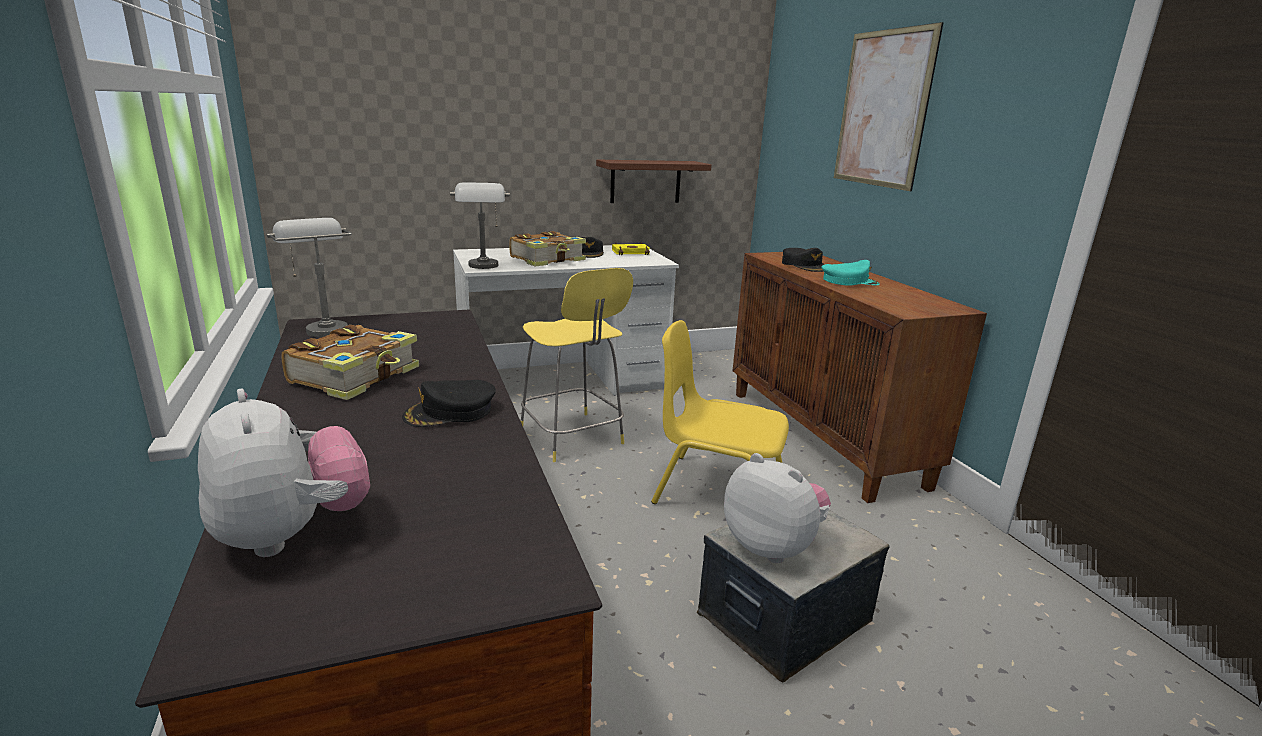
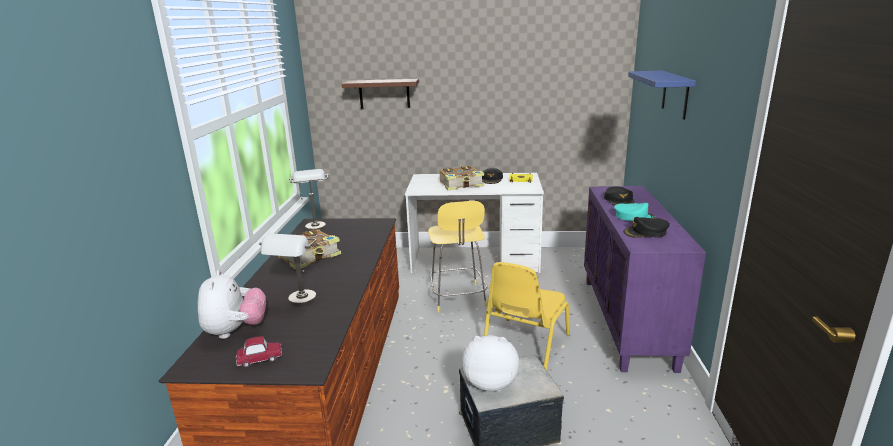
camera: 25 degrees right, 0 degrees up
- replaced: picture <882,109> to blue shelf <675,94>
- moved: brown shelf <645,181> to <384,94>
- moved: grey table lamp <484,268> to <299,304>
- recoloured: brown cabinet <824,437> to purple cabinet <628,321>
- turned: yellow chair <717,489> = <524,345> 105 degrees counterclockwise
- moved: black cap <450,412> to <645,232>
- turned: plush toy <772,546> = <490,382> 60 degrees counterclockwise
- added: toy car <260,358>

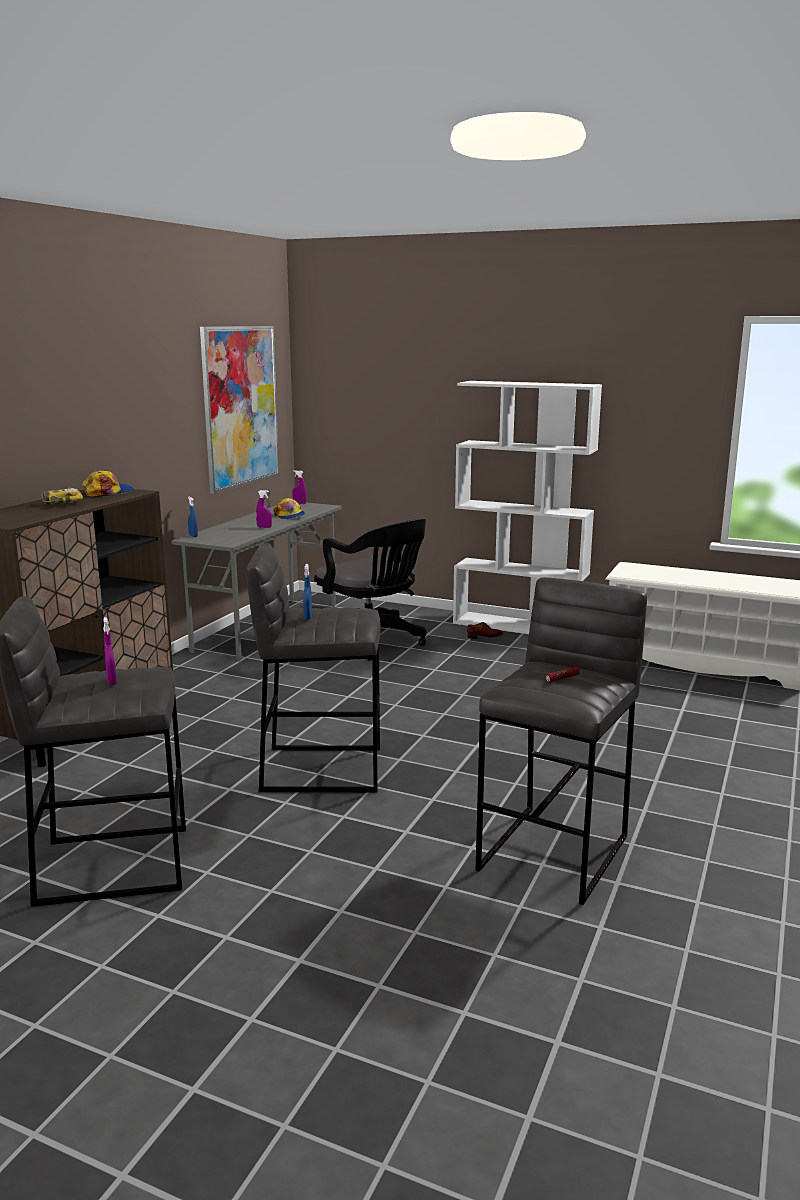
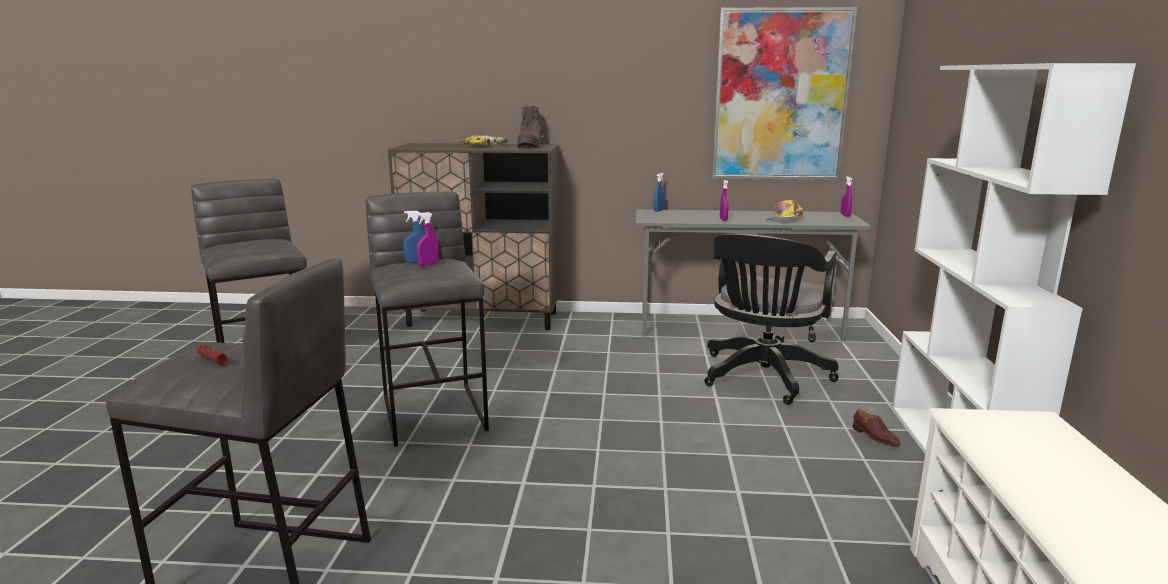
camera: 70 degrees right, 0 degrees up
- replaced: cap <108,492> to brown boot <530,146>
- moved: purple spray bottle <112,681> to <428,264>

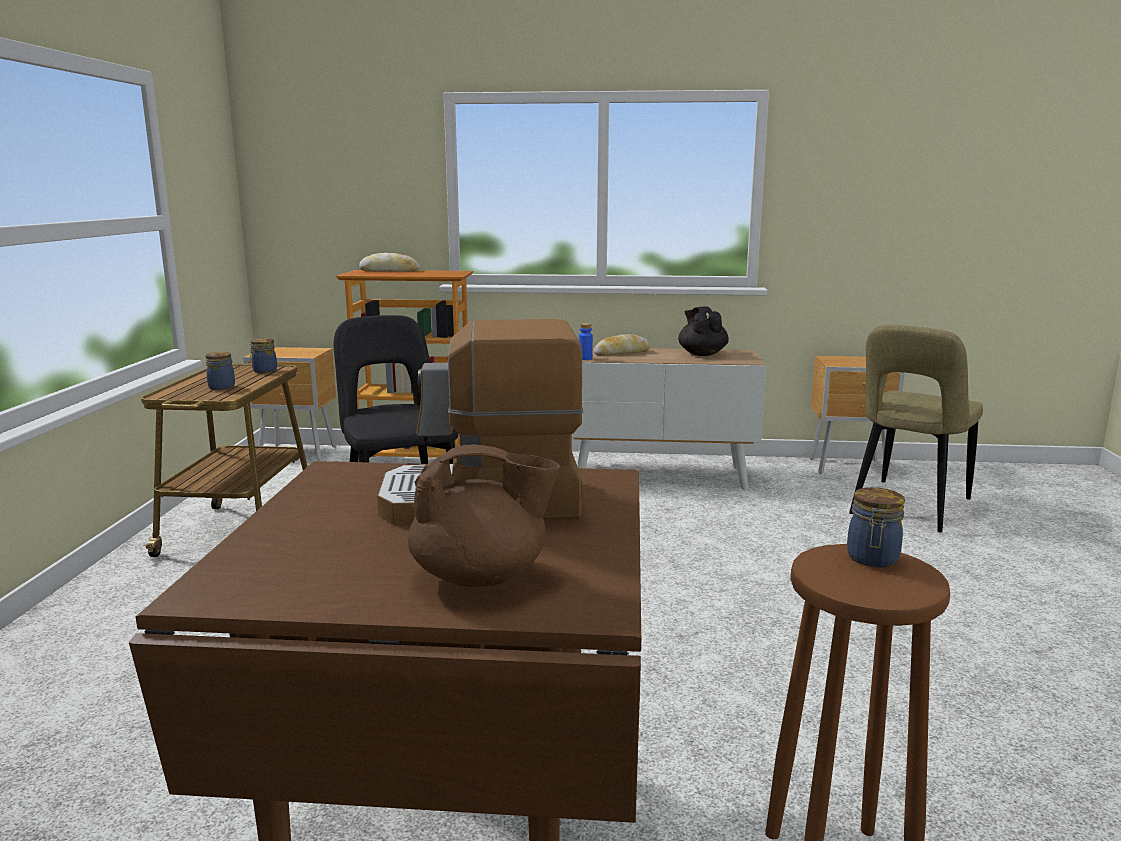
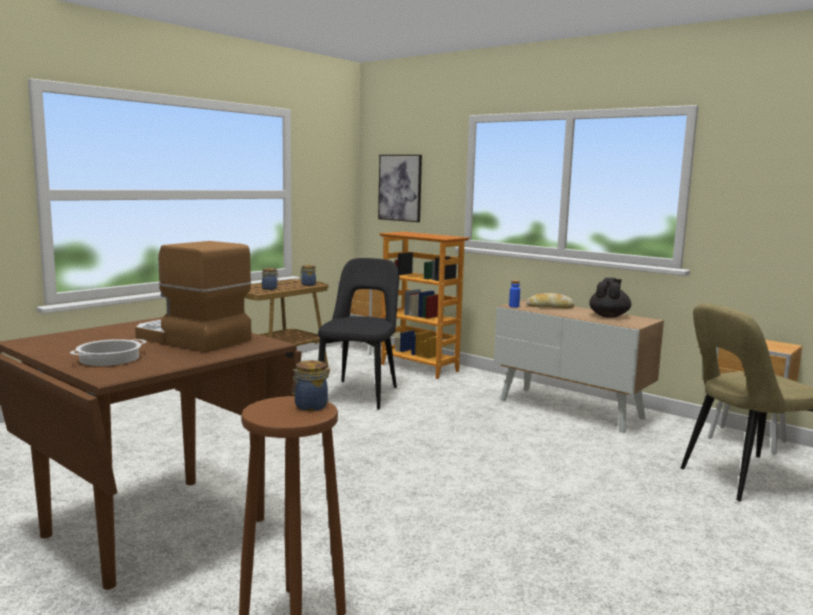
camera: 35 degrees right, 5 degrees down
- removed: bread <389,271>
- replaced: brown teapot <482,576> to cooking pot <109,359>
- added: picture <400,188>

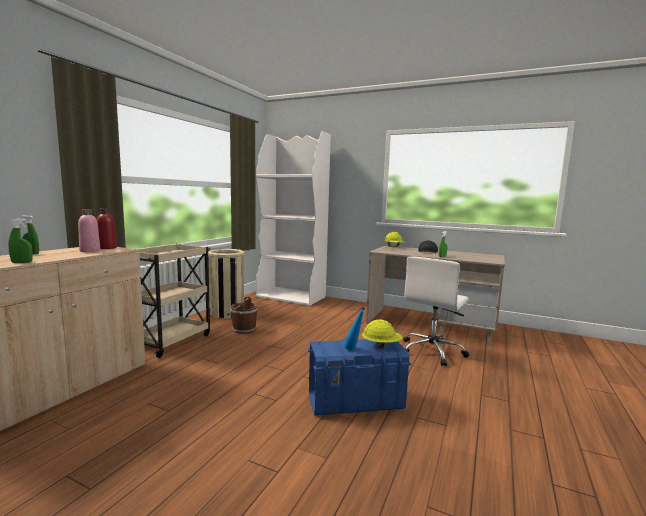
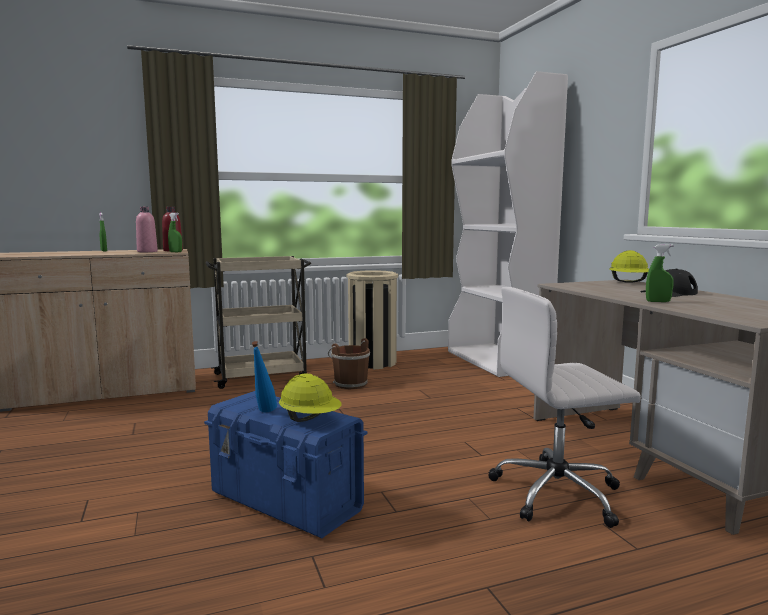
camera: 45 degrees right, 0 degrees up
- moved: green spray bottle <22,262> to <175,252>

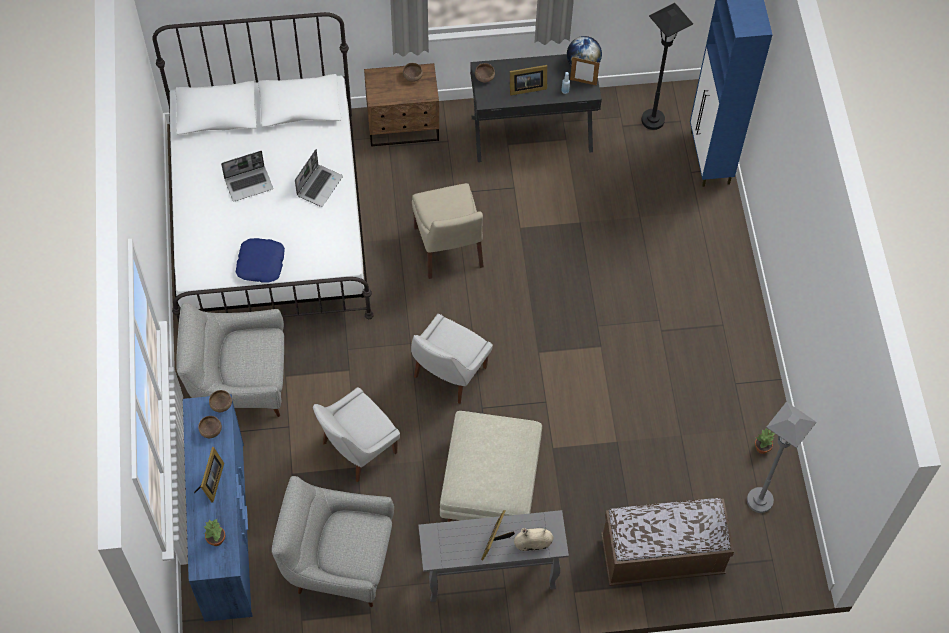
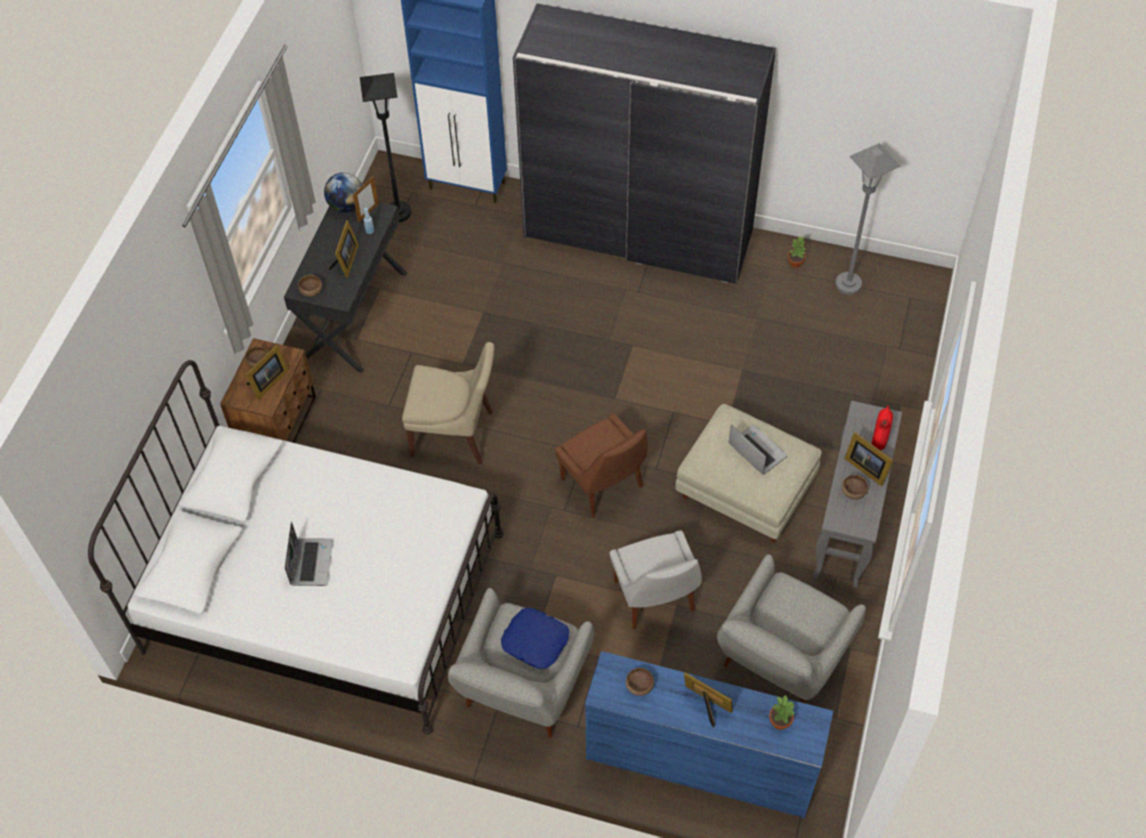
camera: 65 degrees left, 5 degrees down
- moved: laptop <319,185> to <756,450>
- moved: blue pillow <261,263> to <535,641>
- recoloured: white chair <448,374> to brown chair <603,485>
- moved: brown bowl <221,404> to <853,492>
- removed: brown bench <662,556>
- recoloured: beige vase <533,544> to red vase <880,436>
- added: grey wardrobe <638,234>
- added: picture frame <267,383>

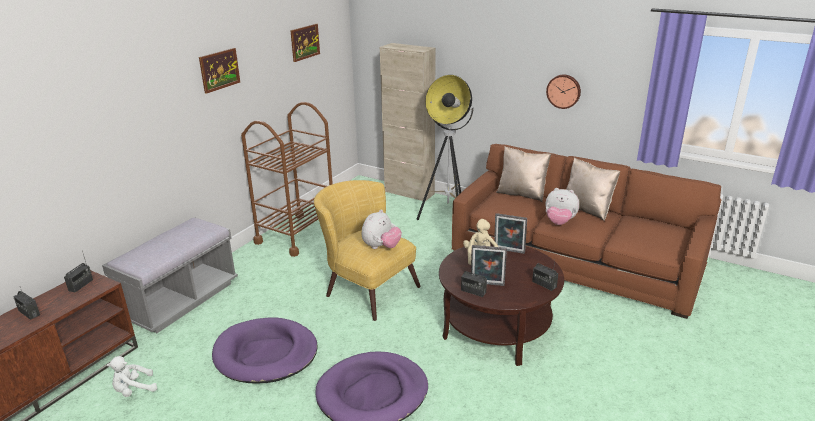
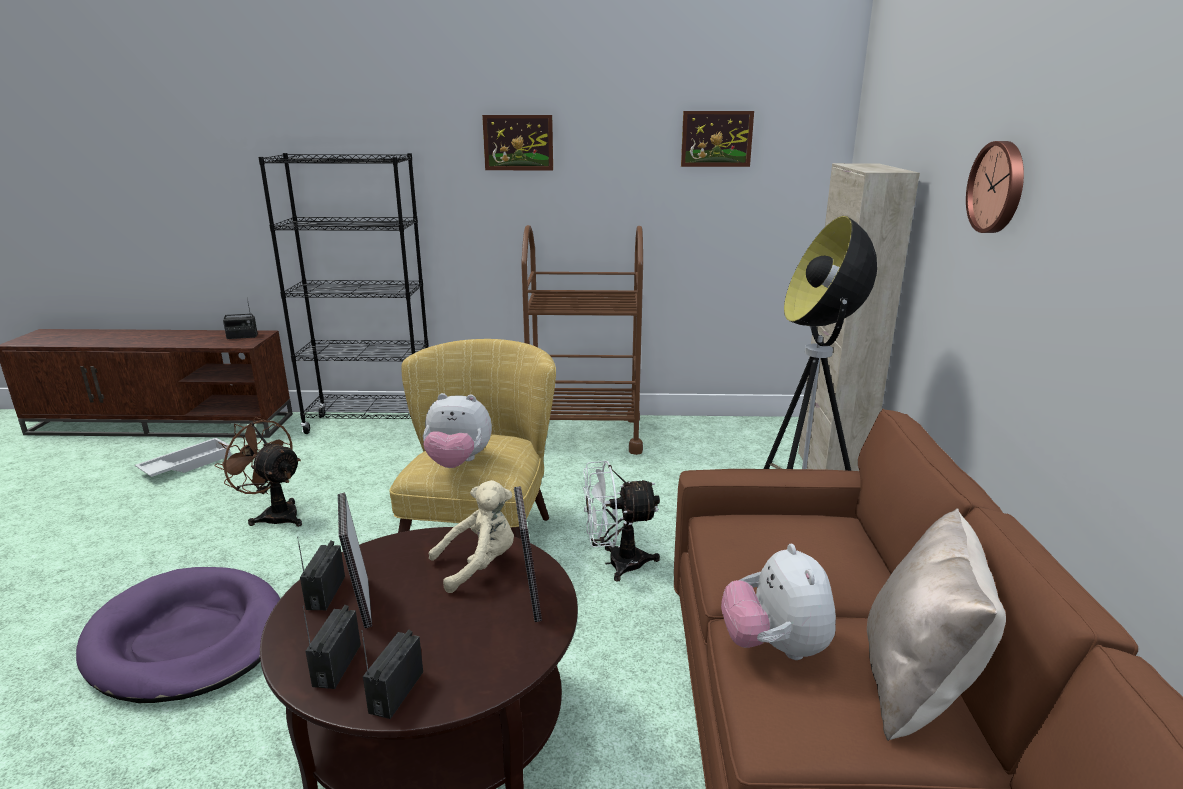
camera: 60 degrees right, 5 degrees down
- moved: wall clock <564,91> to <998,187>
- removed: beige pillow <521,194>
- replaced: grey bench <181,301> to black bookcase <371,425>
- moved: radio <29,313> to <336,665>
- replaced: purple dog bed <265,354> to brown fan <274,514>
- replaced: white plush toy <134,390> to white tray <187,464>
- added: white fan <616,563>

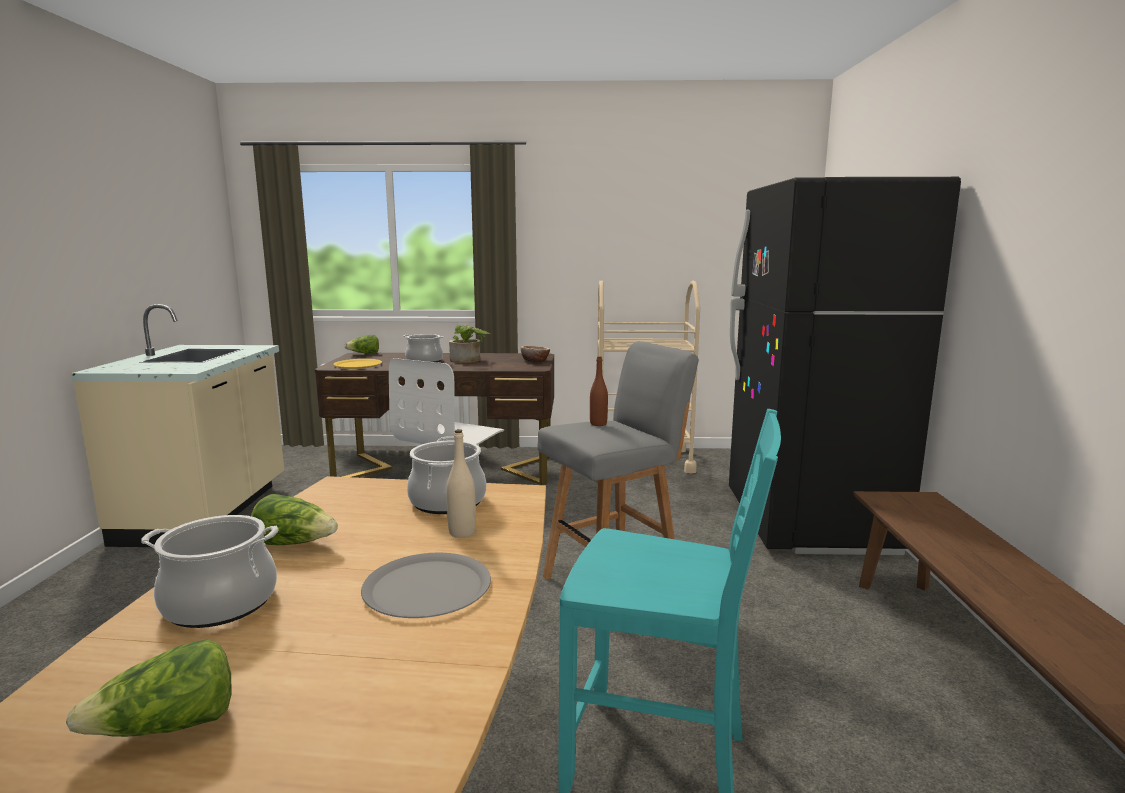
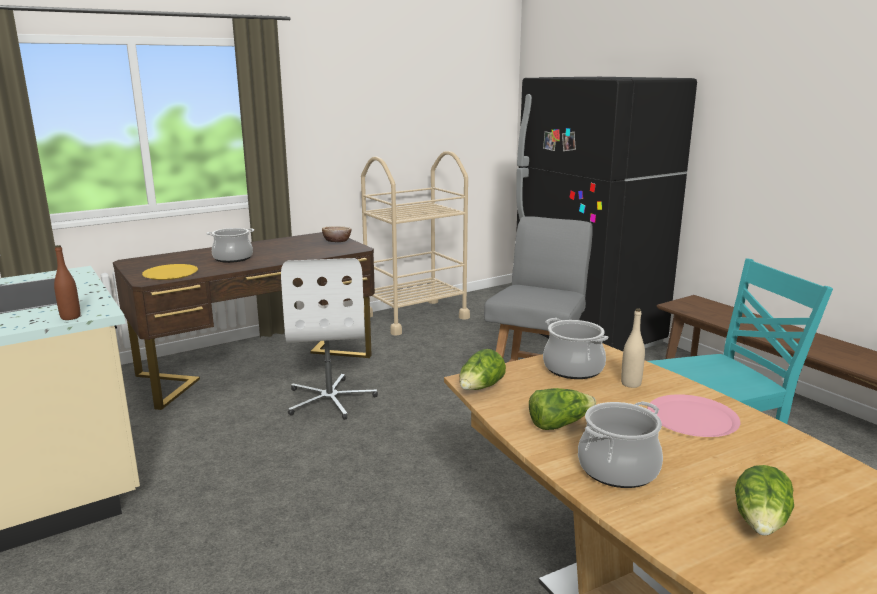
camera: 35 degrees left, 5 degrees up
- removed: potted plant <468,360>
- moved: lettuce <364,354> to <480,388>
- moved: brown bottle <598,424> to <70,317>
- recoloured: grey plate <427,587> to pink plate <692,418>

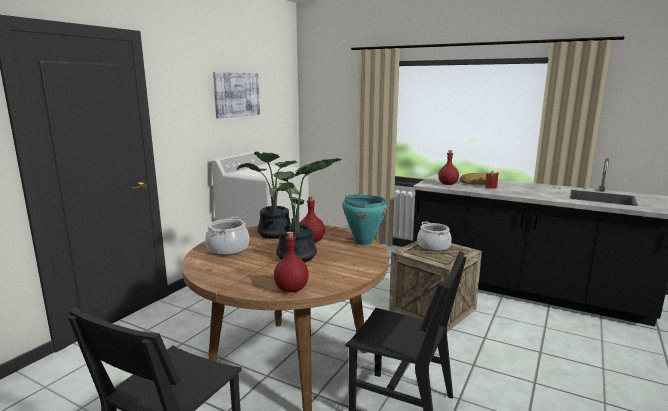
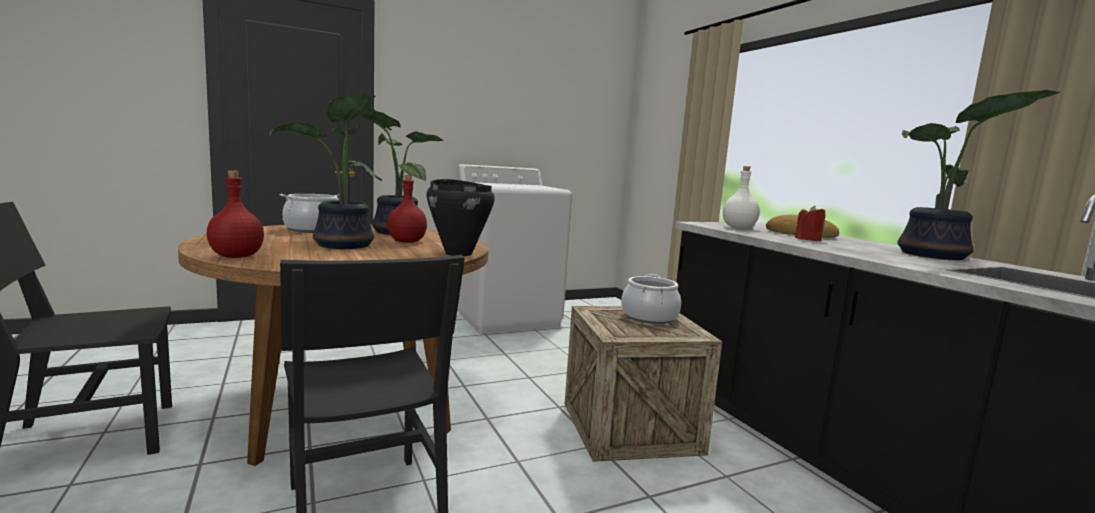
camera: 35 degrees right, 5 degrees down
- removed: picture <236,94>
- recoloured: red bottle <448,184> to white bottle <738,228>
- recoloured: turquoise cooking pot <363,242> to black cooking pot <459,253>
- added: potted plant <934,256>

